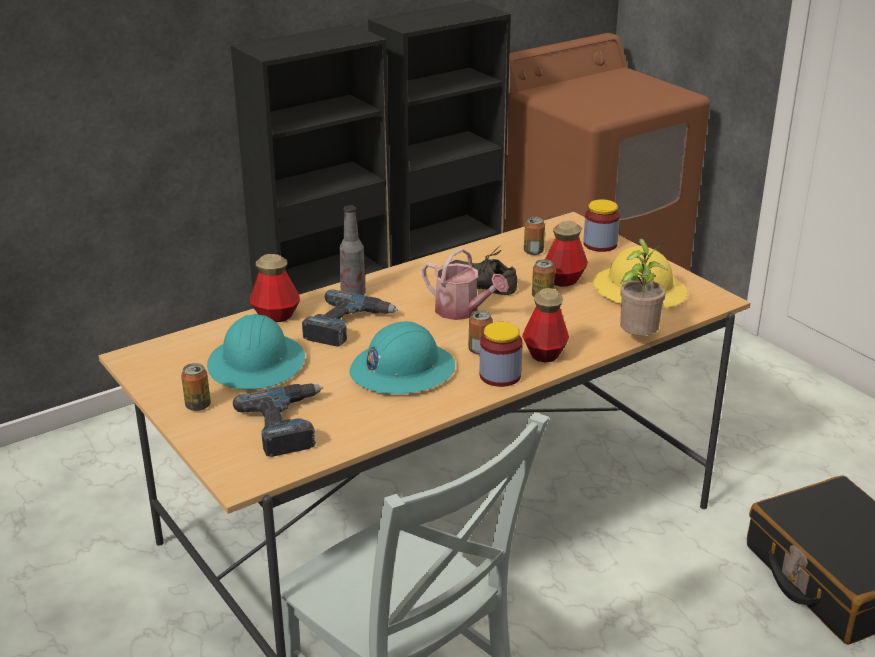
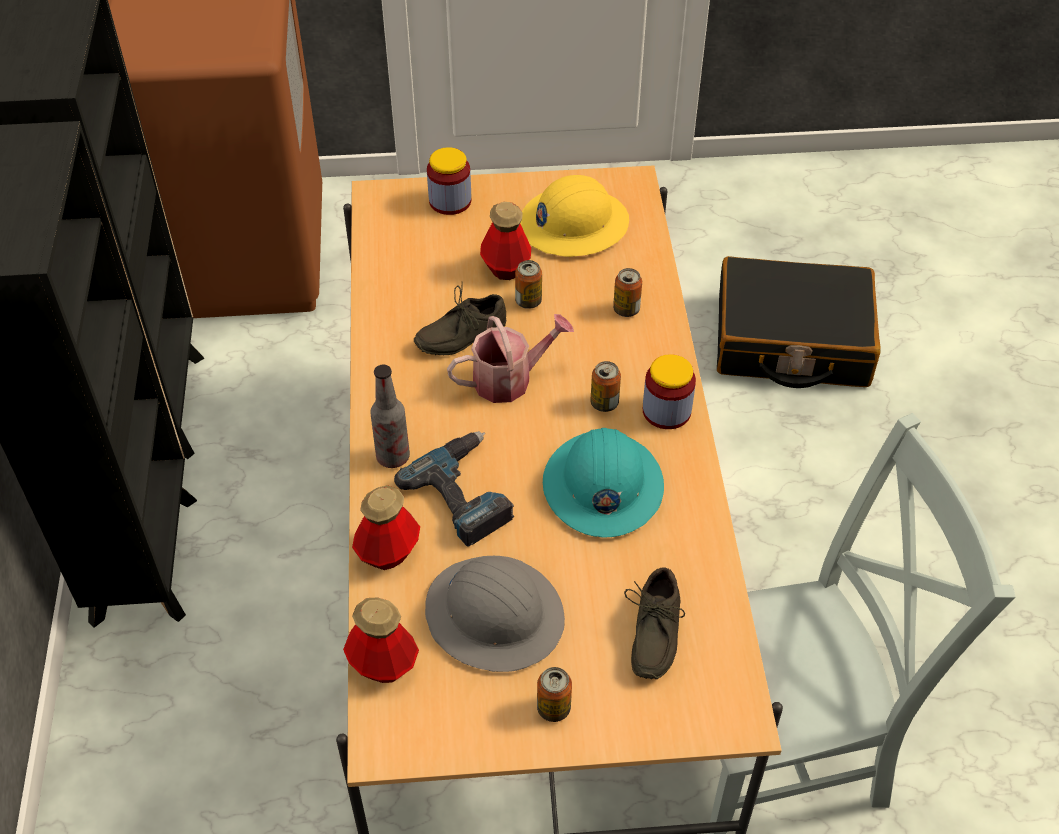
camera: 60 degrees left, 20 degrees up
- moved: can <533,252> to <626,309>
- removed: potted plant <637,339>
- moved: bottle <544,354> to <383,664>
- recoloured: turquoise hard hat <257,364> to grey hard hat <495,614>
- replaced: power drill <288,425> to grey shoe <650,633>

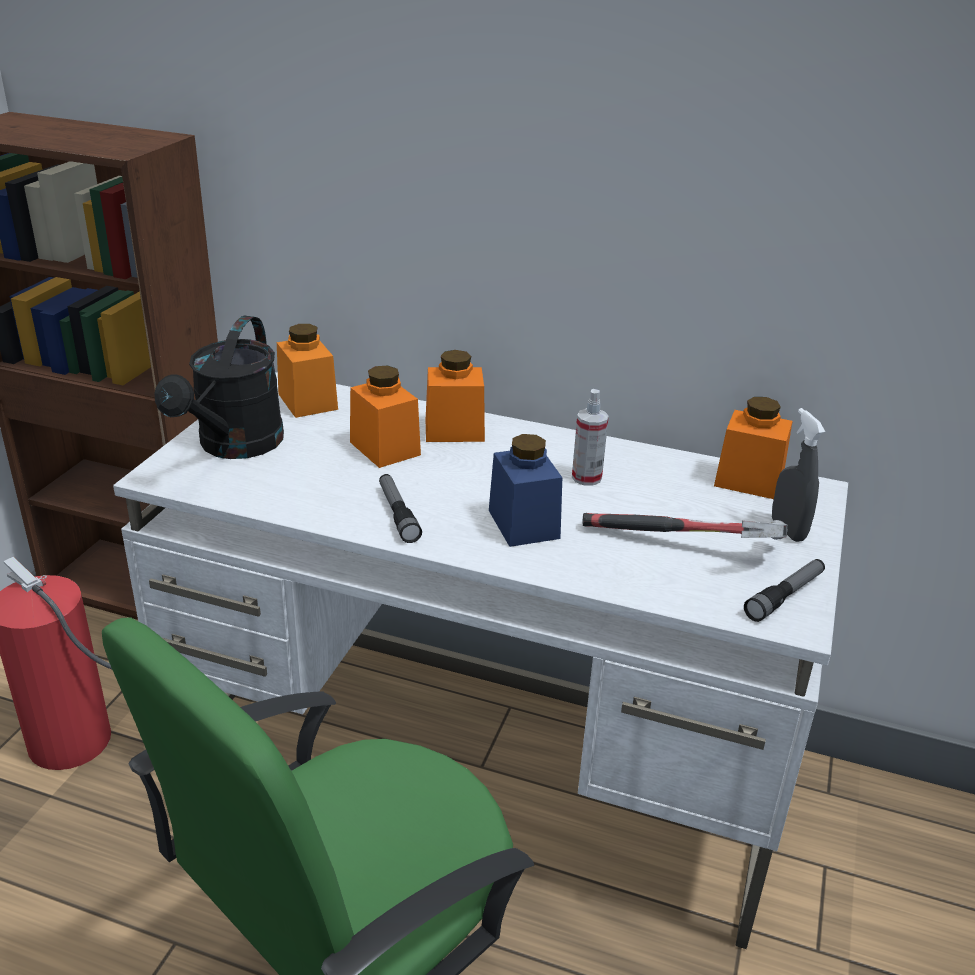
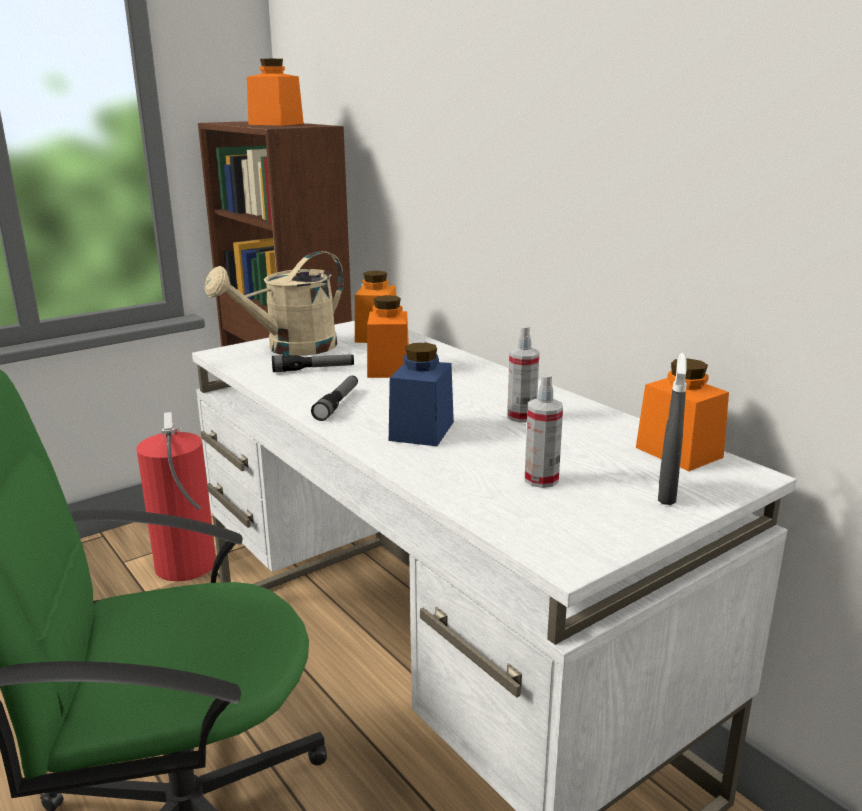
camera: 35 degrees right, 10 degrees down
- recoloured: black watering can <234,446> to beige watering can <291,349>
- moved: orange jar <454,430> to <276,124>
- replaced: hammer <687,547> to spray bottle <541,479>
- moved: flashlight <785,596> to <313,369>

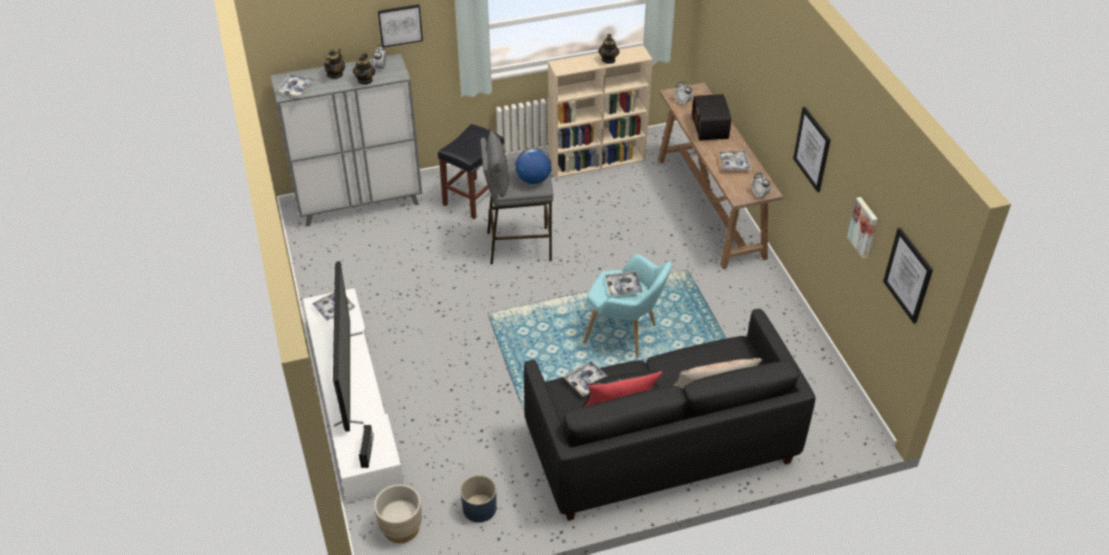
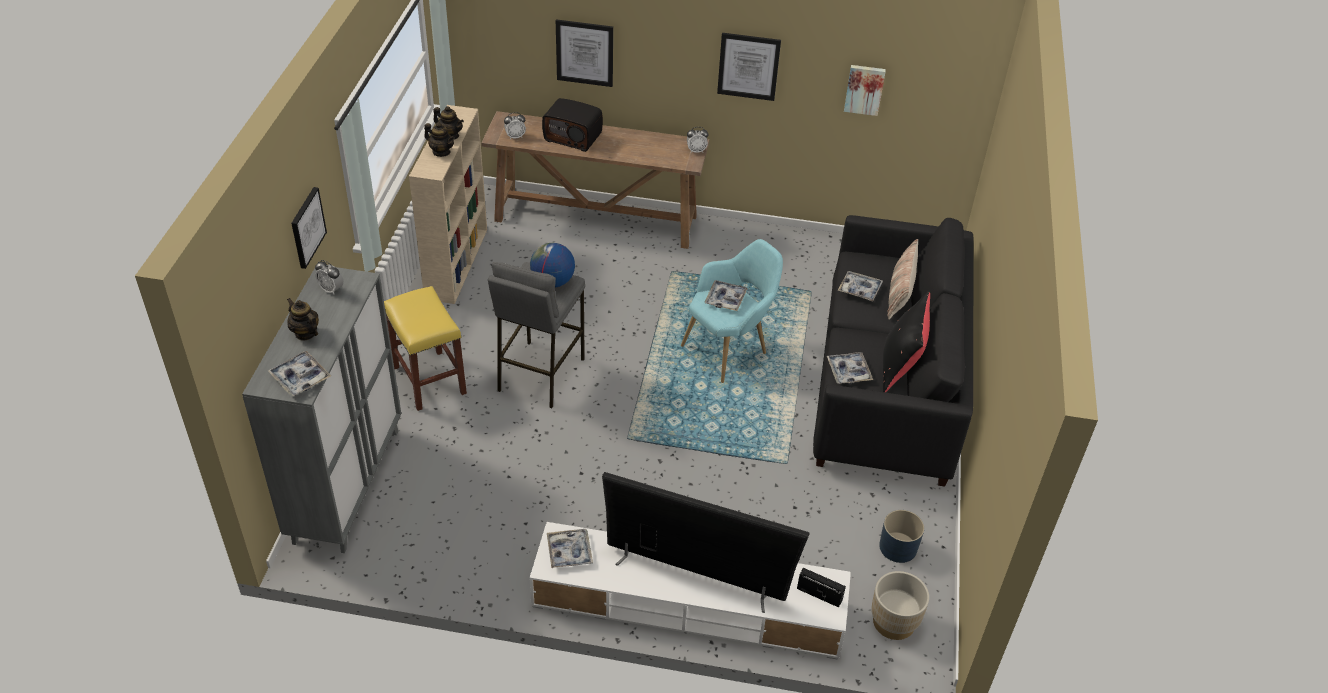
camera: 65 degrees left, 0 degrees up
- moved: teapot <365,80> to <441,152>
- recoloured: black stool <474,197> to yellow stool <428,379>
- moved: tray <734,163> to <859,289>
- moved: picture <908,275> to <584,53>

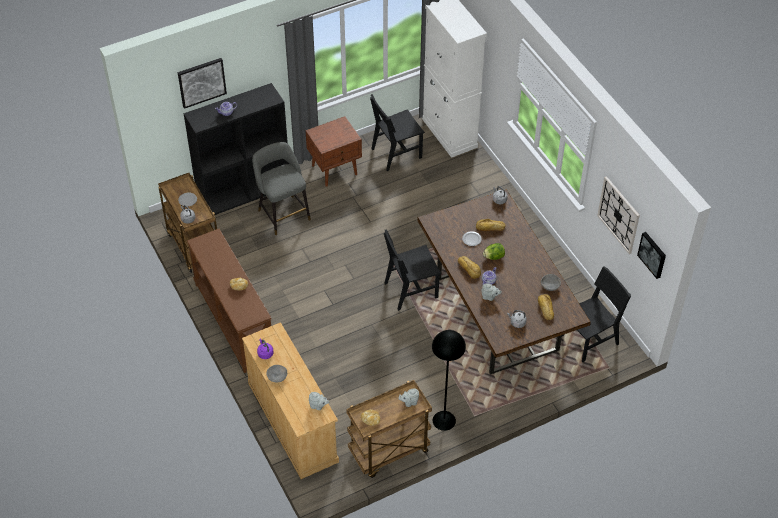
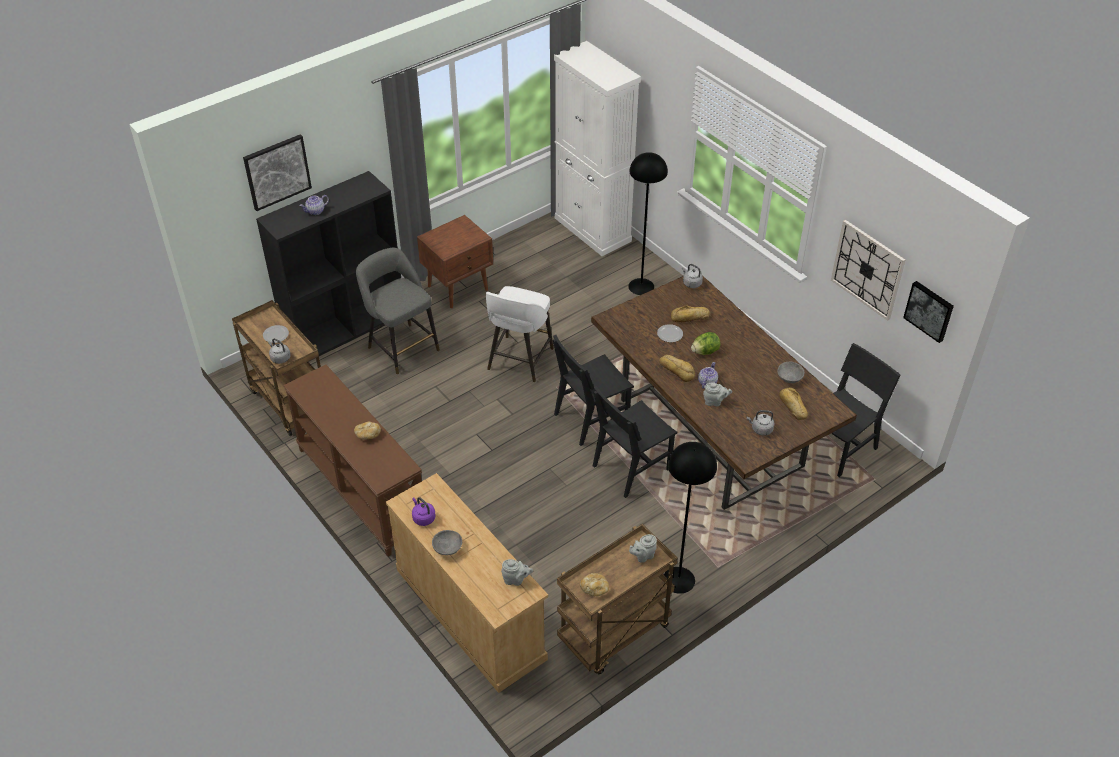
camera: 10 degrees left, 5 degrees down
- moved: black chair <396,153> to <631,467>
- added: black floor lamp <641,286>
- added: white stool <519,360>

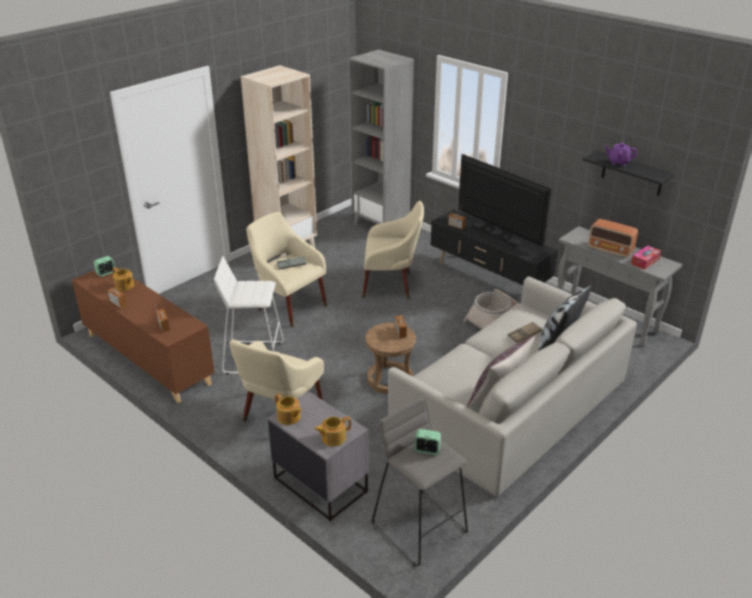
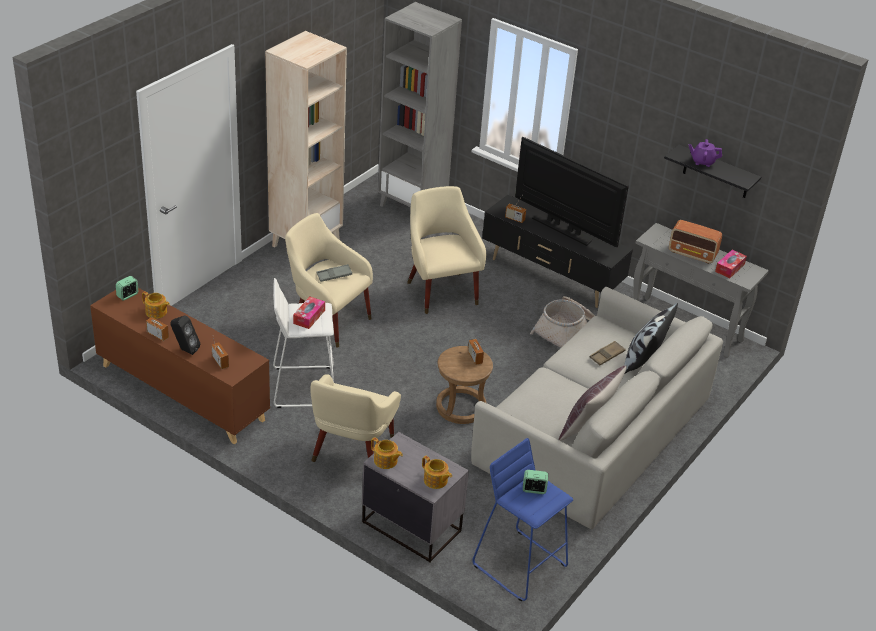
camera: 10 degrees left, 5 degrees up
- turned: beige armchair <391,285> = <440,289> 105 degrees counterclockwise
- recoloured: grey stool <420,528> to blue stool <520,564>
- turned: teapot <333,438> = <435,480> 105 degrees counterclockwise
- added: tissue box <309,317>
- added: black speaker <185,350>

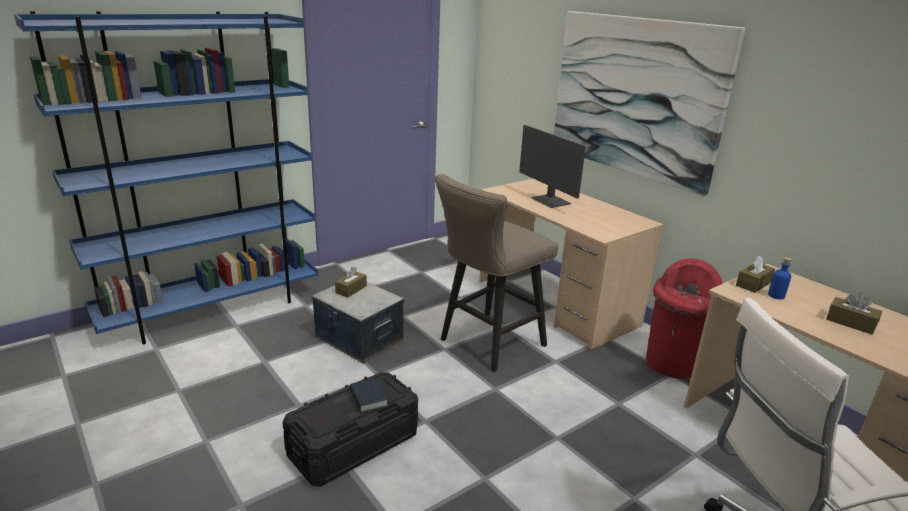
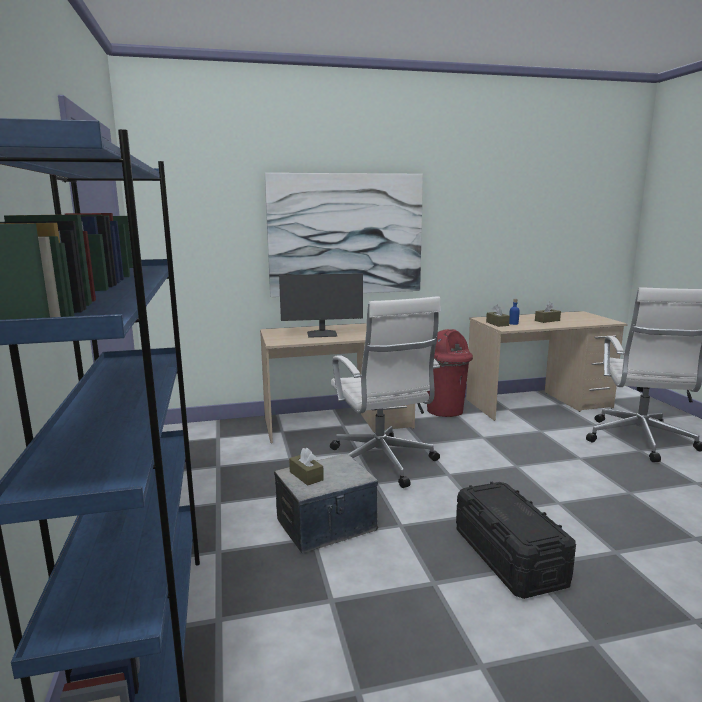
camera: 65 degrees left, 10 degrees down
- replaced: beige stool <486,344> to white office chair <381,463>
- removed: book <368,399>

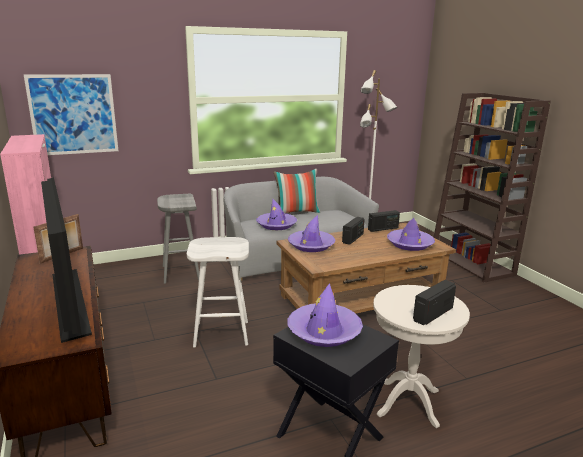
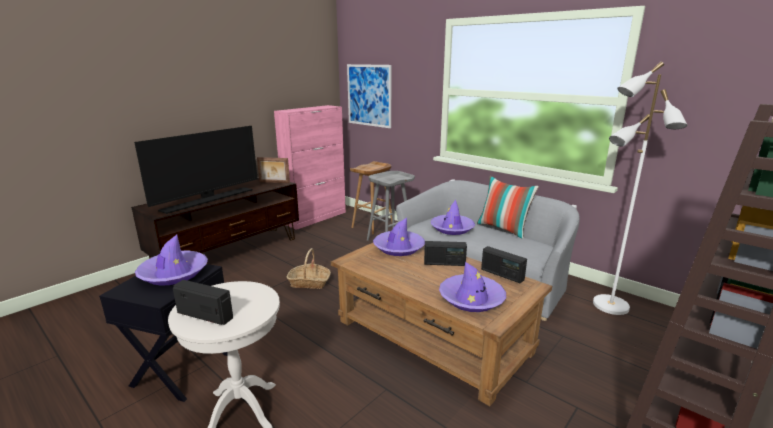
camera: 65 degrees right, 0 degrees up
- replaced: white stool <222,333> to basket <309,282>
- added: brown stool <372,226>

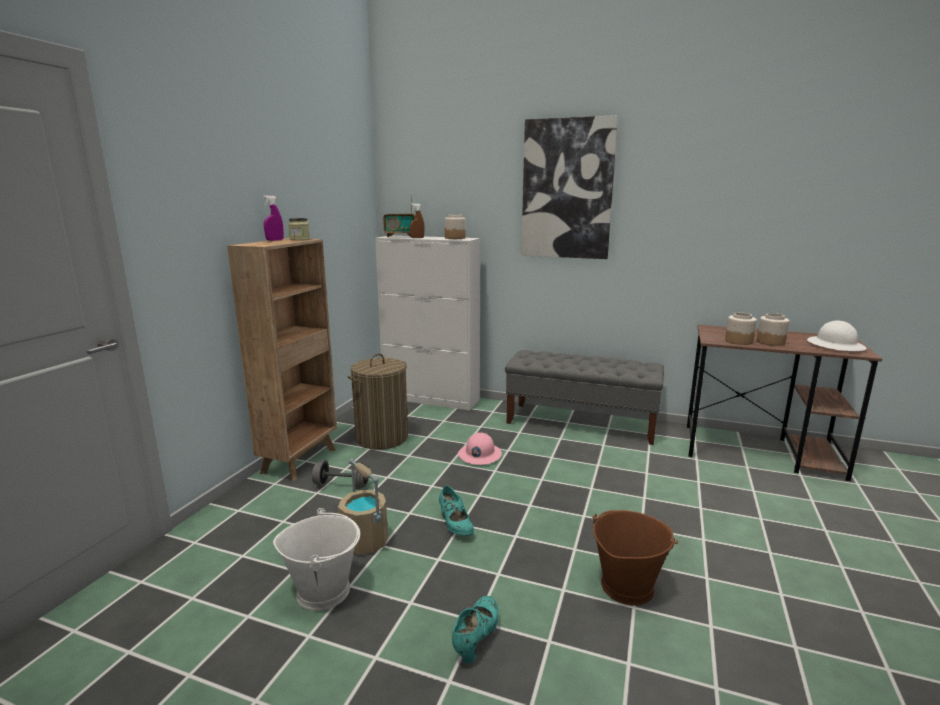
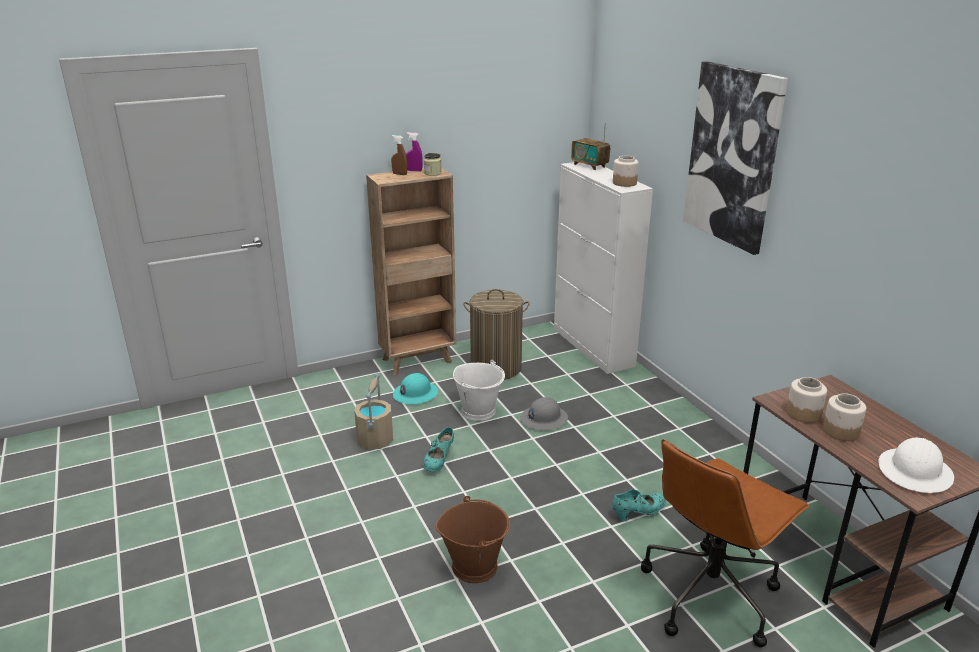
camera: 45 degrees right, 10 degrees up
- moved: brown spray bottle <417,238> to <399,174>
- removed: grey bench <581,423>
- recoloured: pink hard hat <479,455> to grey hard hat <543,419>
- replaced: grey dumbbell <341,486> to turquoise hard hat <415,394>
- moved: white bucket <324,591> to <478,411>
- moved: turquoise shoe <476,638> to <638,513>
- added: brown office chair <710,593>

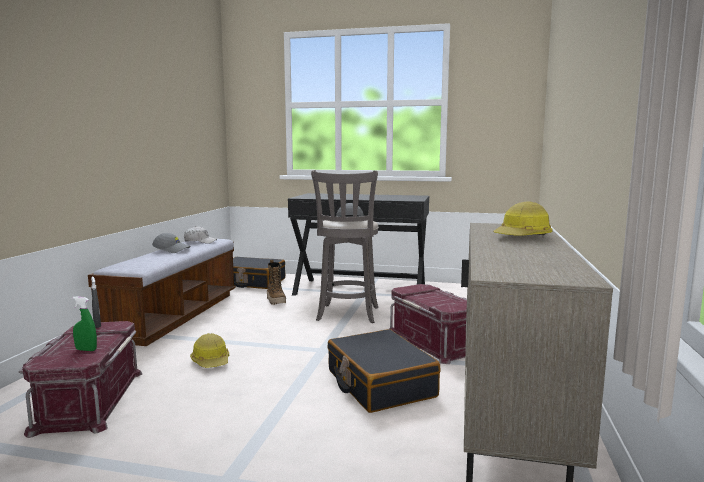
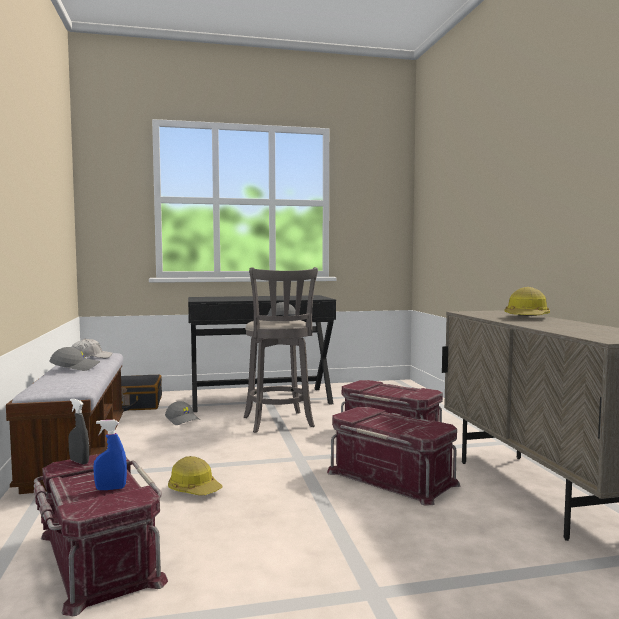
camera: 25 degrees left, 5 degrees down
- replaced: boot <276,301> to grey cap <183,420>
- recoloured: green spray bottle <86,350> to blue spray bottle <110,488>
- replaced: black suitcase <379,384> to red storage box <392,477>

